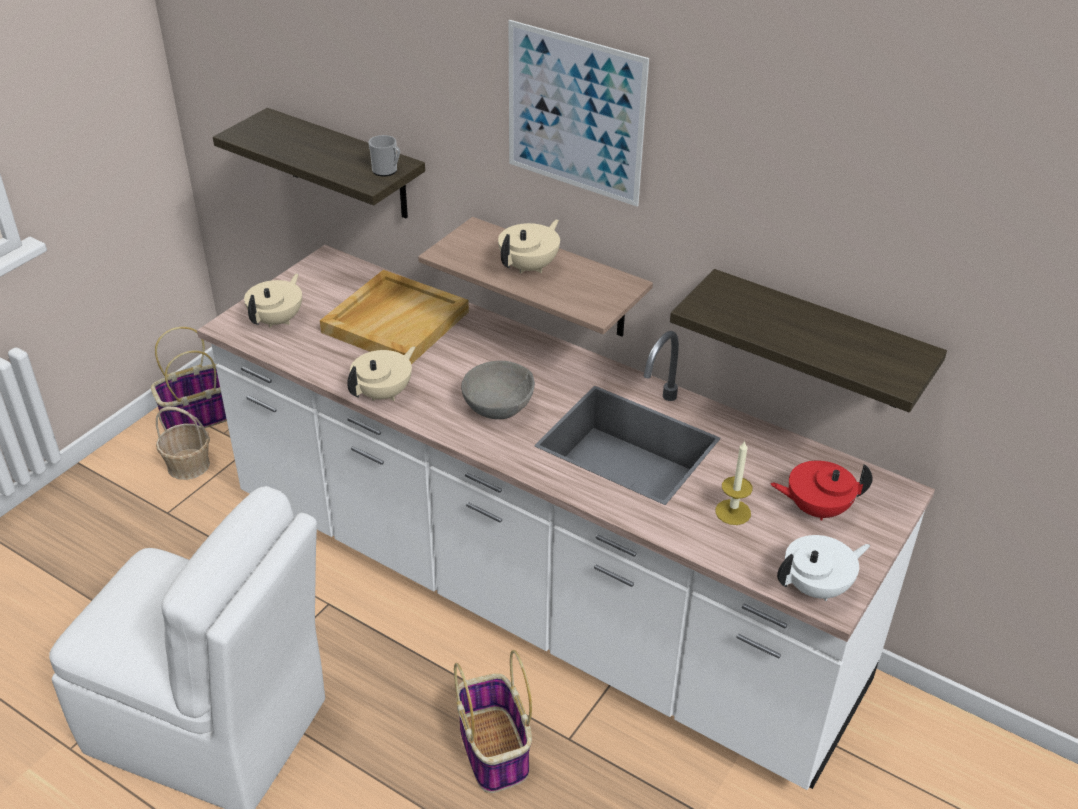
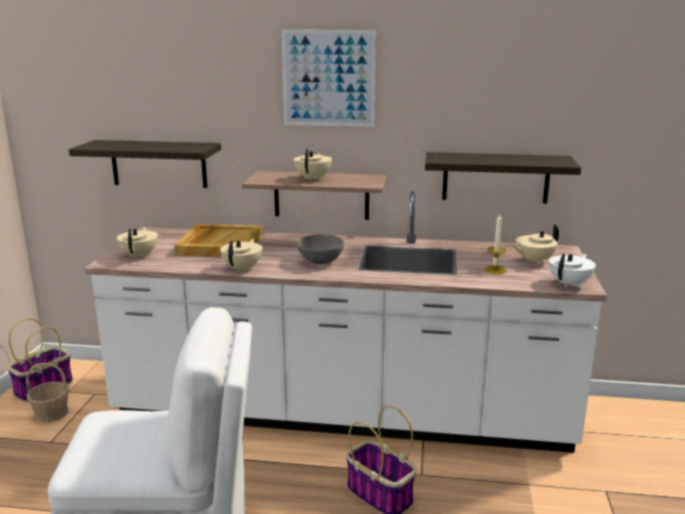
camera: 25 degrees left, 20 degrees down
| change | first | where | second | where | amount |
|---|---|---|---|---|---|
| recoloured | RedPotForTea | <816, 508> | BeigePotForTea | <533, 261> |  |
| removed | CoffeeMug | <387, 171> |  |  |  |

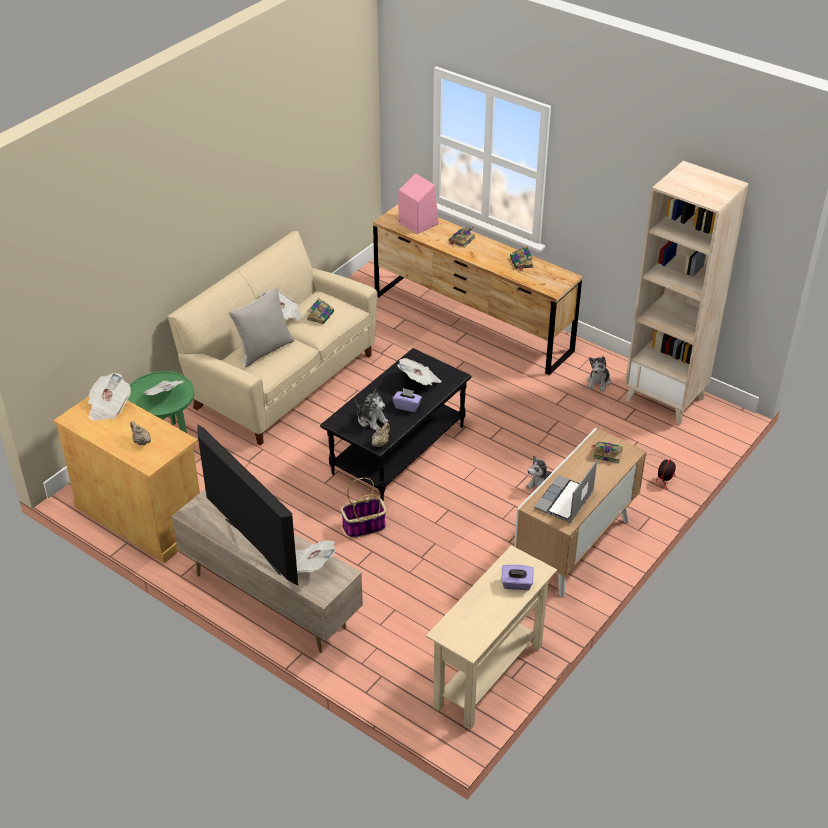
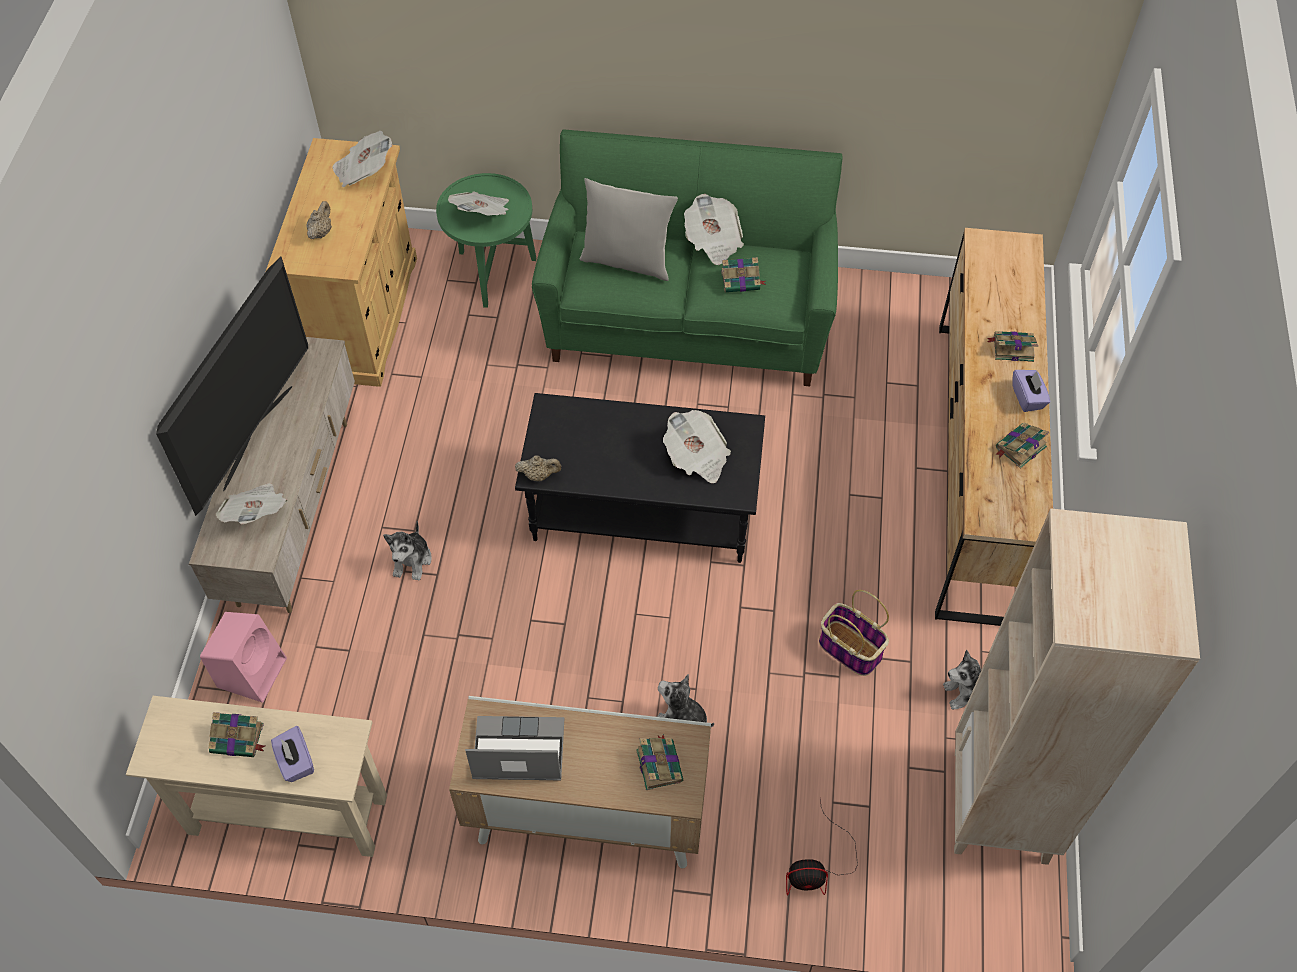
camera: 60 degrees right, 15 degrees up
| change | first | where | second | where | amount |
|---|---|---|---|---|---|
| moved | PinkColouredSpeaker | <417, 223> |  | <252, 671> |  |
| added |  |  | Book | <238, 738> |  |
| moved | CuddlyToy | <371, 420> |  | <412, 560> |  |
| recoloured | BeigeSofa | <282, 380> | GreenColouredSofa | <688, 319> |  |
| moved | HouseholdBasket | <363, 527> |  | <849, 648> |  |
| moved | PurplishTissueBox | <407, 406> |  | <1028, 398> |  |

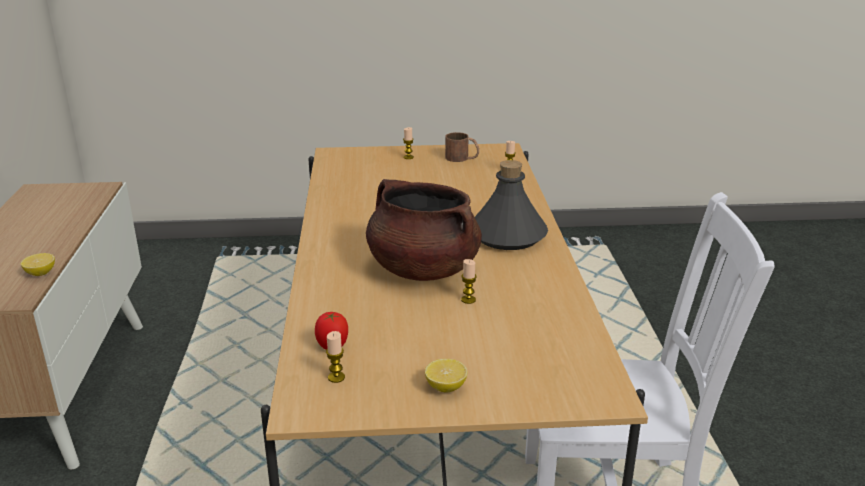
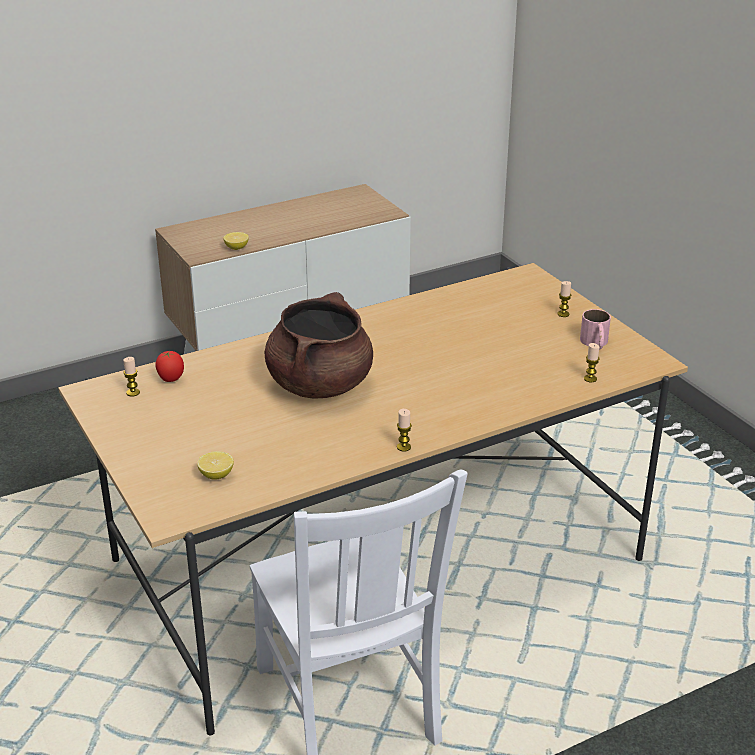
camera: 65 degrees right, 5 degrees up
| change | first | where | second | where | amount |
|---|---|---|---|---|---|
| moved | WholeLemon | <446, 387> |  | <216, 475> |  |
| moved | WaxCandle | <468, 300> |  | <403, 447> |  |
| recoloured | BrownColouredCoffeeMug | <462, 158> | PinkColouredCoffeeMug | <595, 343> |  |
| removed | GrayBottle | <507, 236> |  |  |  |

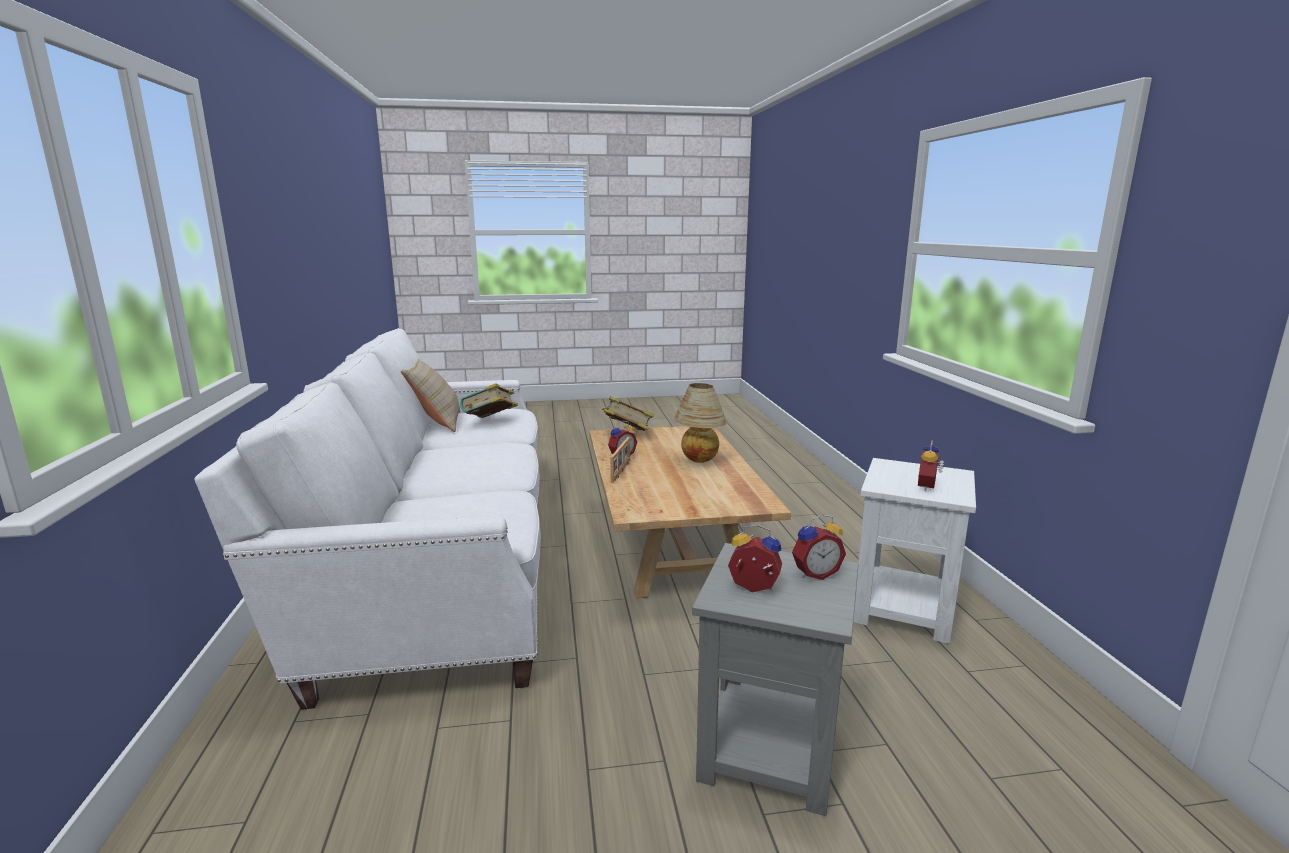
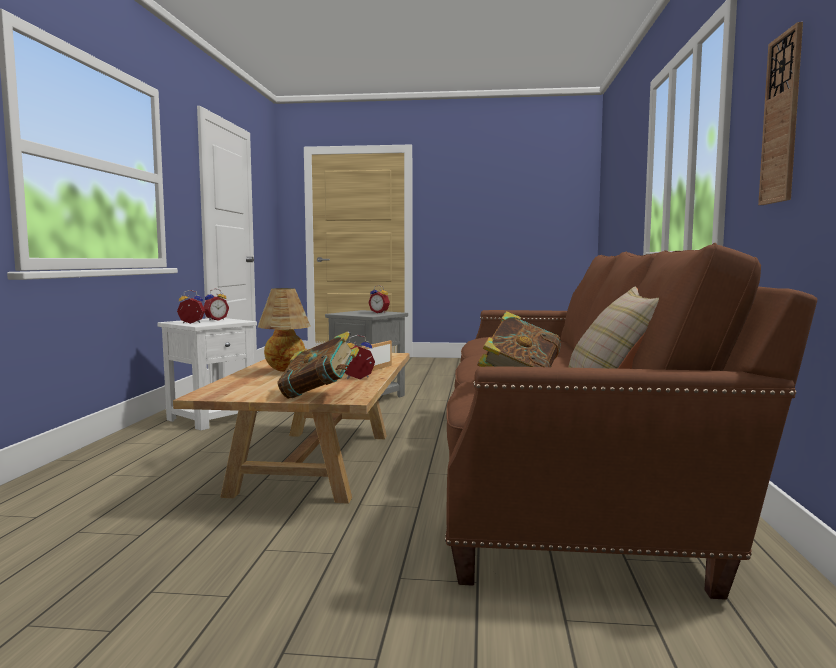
camera: 165 degrees left, 10 degrees down
| change | first | where | second | where | amount |
|---|---|---|---|---|---|
| moved | BedsideClock | <815, 573> |  | <191, 323> |  |
| recoloured | WhiteSofa | <439, 559> | BrownColouredSofa | <565, 474> |  |
| added |  |  | HangingClock | <782, 119> |  |

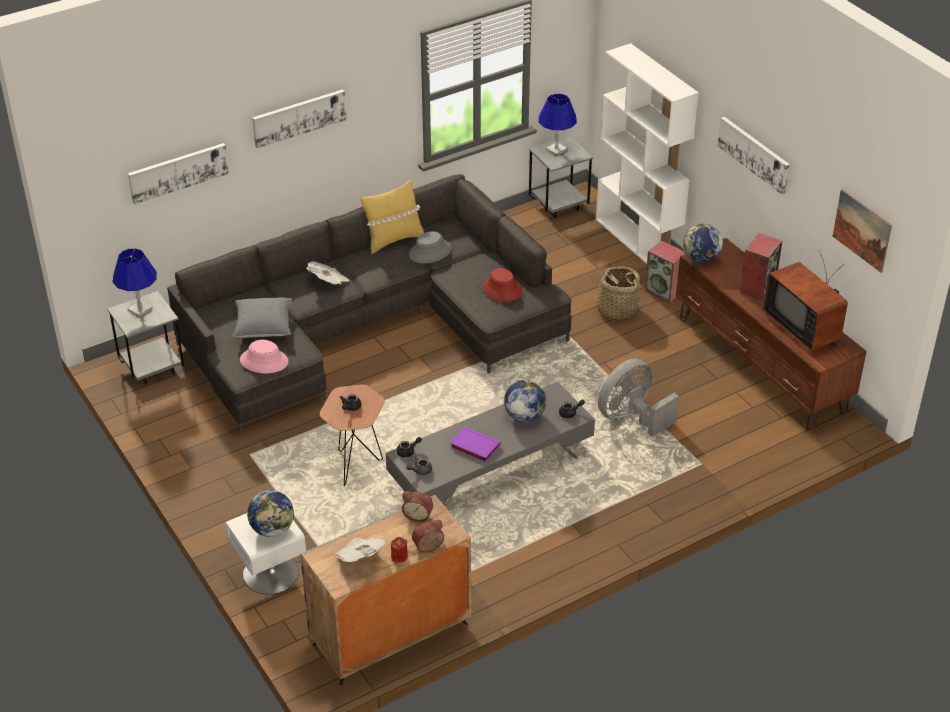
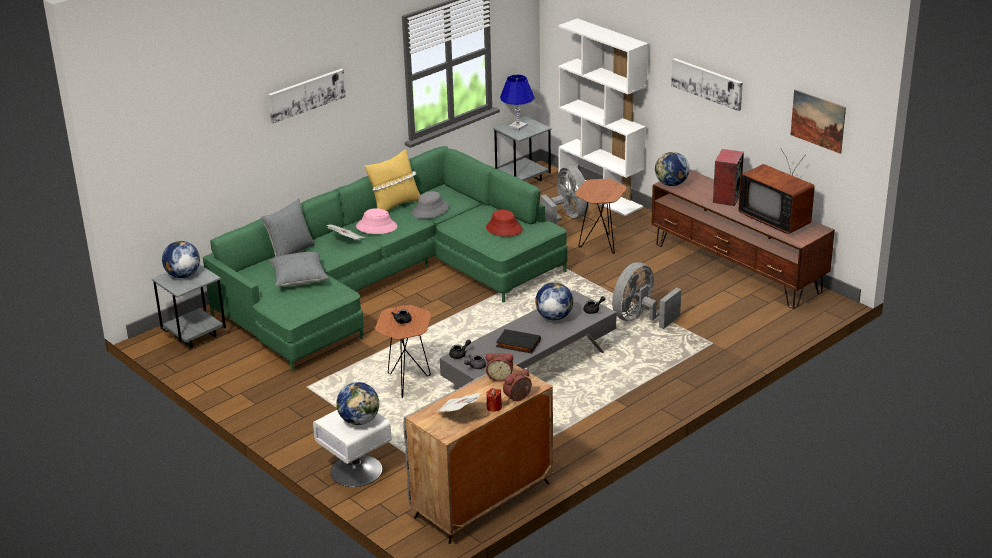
camera: 10 degrees left, 10 degrees down
| change | first | where | second | where | amount |
|---|---|---|---|---|---|
| replaced | BlueTabletopLamp | <140, 309> | WorldGlobe | <182, 275> |  |
| recoloured | GraySofa | <371, 327> | GreenColouredSofa | <387, 282> |  |
| added |  |  | GrayThrowPillow | <290, 252> |  |
| moved | PinkColouredWearableHat | <264, 361> |  | <376, 227> |  |
| recoloured | PurplishBook | <474, 447> | BlackBook | <517, 344> |  |
| added |  |  | GrayCoolingFan | <567, 218> |  |
| replaced | HouseholdBasket | <616, 310> | BrownColouredAccentTable | <600, 245> |  |
| removed | WallPicture | <178, 172> |  |  |  |
| removed | Speaker | <664, 291> |  |  |  |

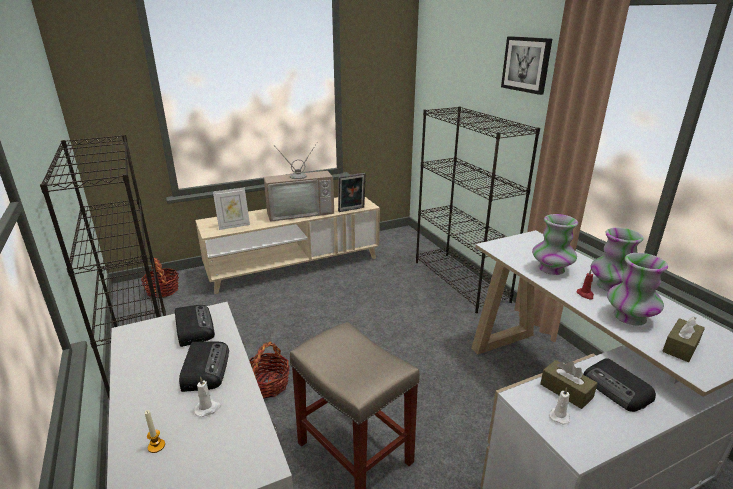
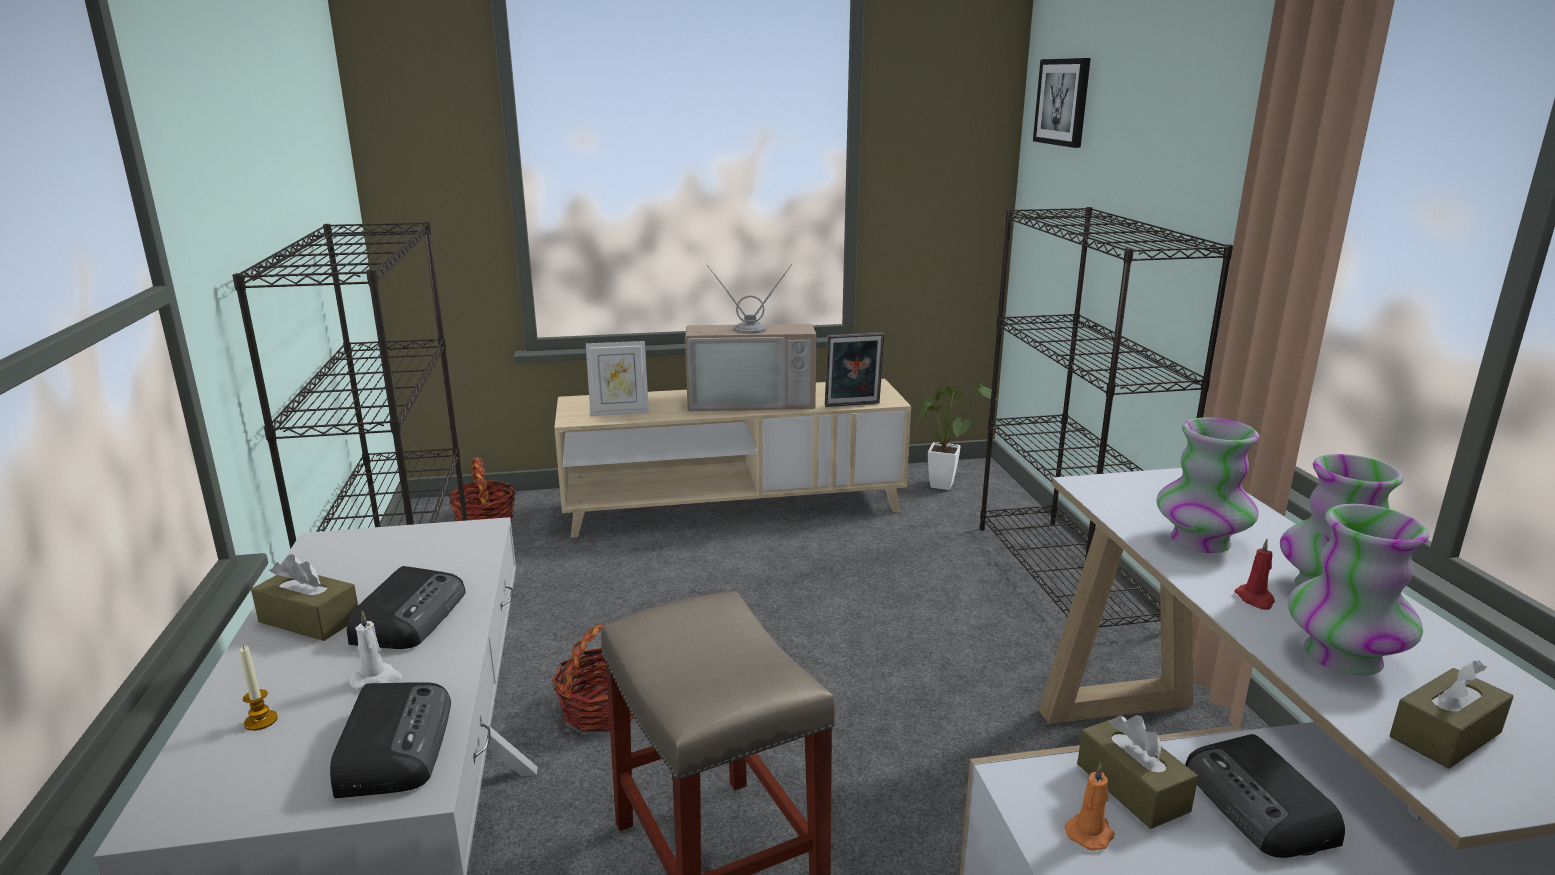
camera: 15 degrees right, 5 degrees down
| change | first | where | second | where | amount |
|---|---|---|---|---|---|
| added |  |  | BrownColouredTissueBox | <309, 620> |  |
| moved | RadioSet | <194, 328> |  | <394, 745> |  |
| added |  |  | Houseplant | <943, 483> |  |
| moved | WallPicture | <526, 64> |  | <1063, 102> |  |
| recoloured | WhiteWaxCandle | <559, 416> | OrangeWaxCandle | <1090, 832> |  |

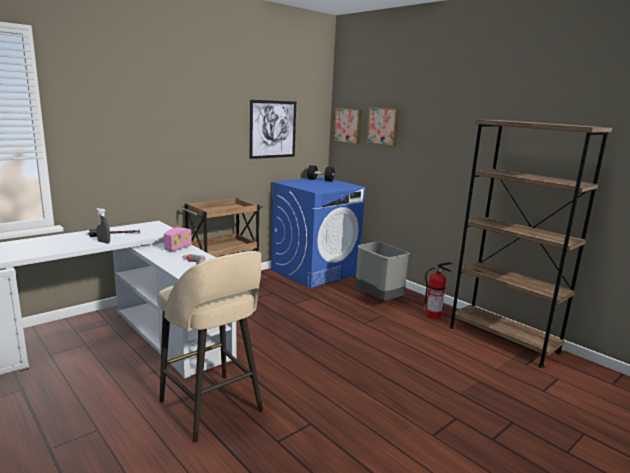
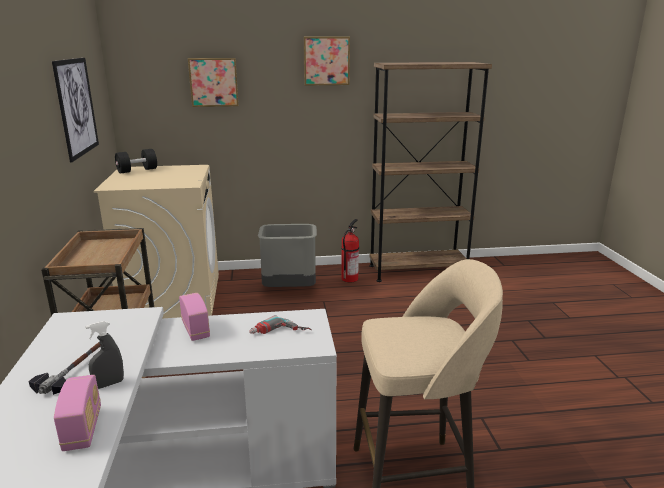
camera: 55 degrees left, 5 degrees up
| change | first | where | second | where | amount |
|---|---|---|---|---|---|
| added |  |  | RadioSet | <83, 429> |  |
| recoloured | BlueWashingMachine | <315, 272> | BeigeWashingMachine | <172, 296> |  |
| moved | WallPicture | <348, 126> |  | <326, 61> |  |

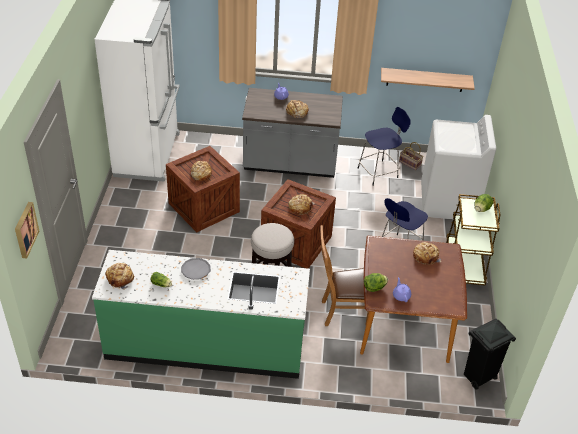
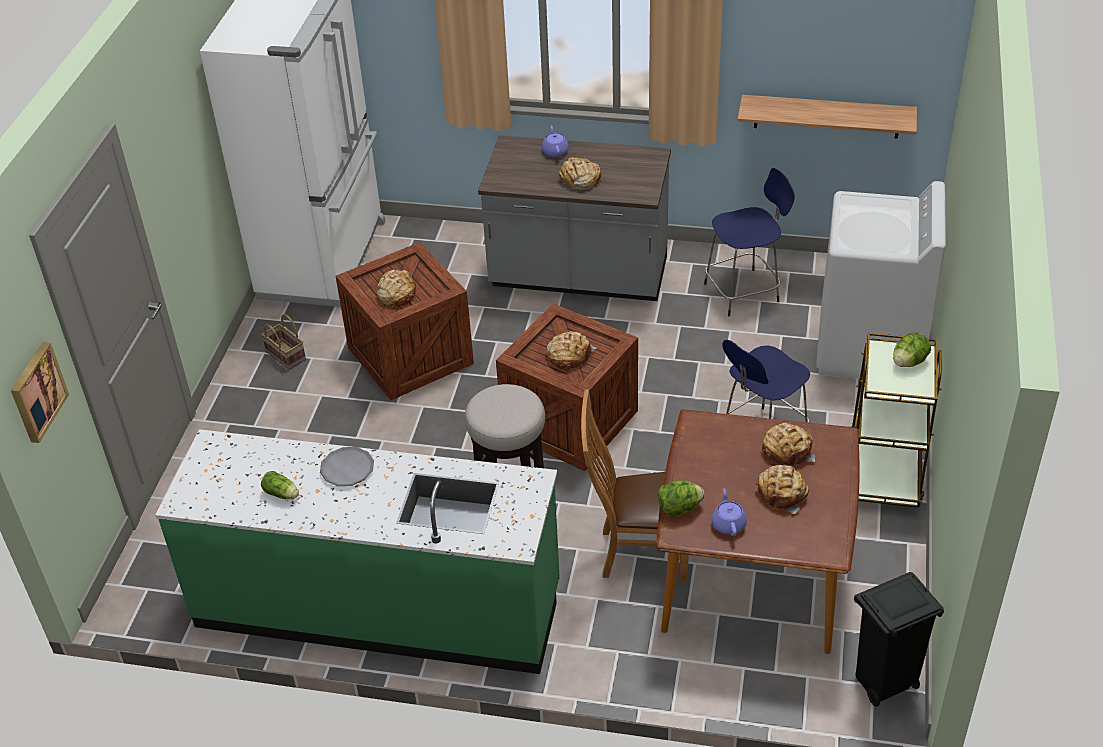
camera: 10 degrees right, 0 degrees up
| change | first | where | second | where | amount |
|---|---|---|---|---|---|
| moved | HouseholdBasket | <410, 163> |  | <287, 355> |  |
| moved | BakedBread | <120, 278> |  | <782, 493> |  |

